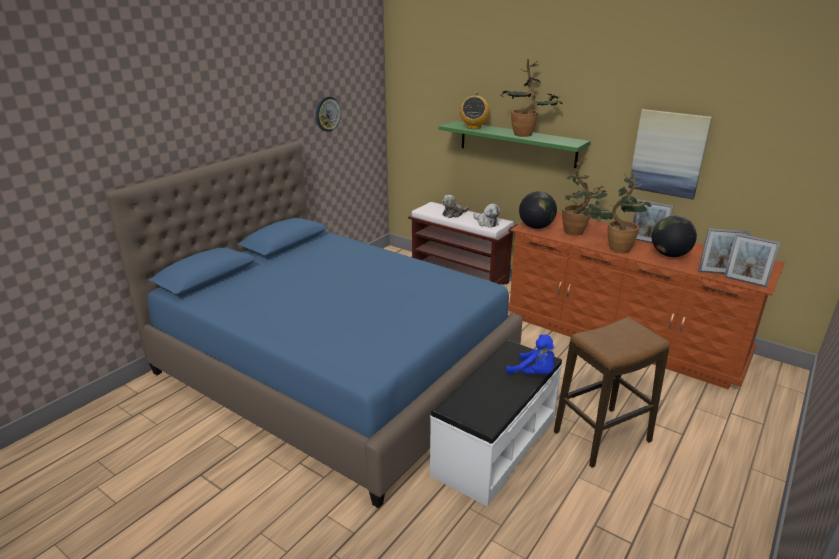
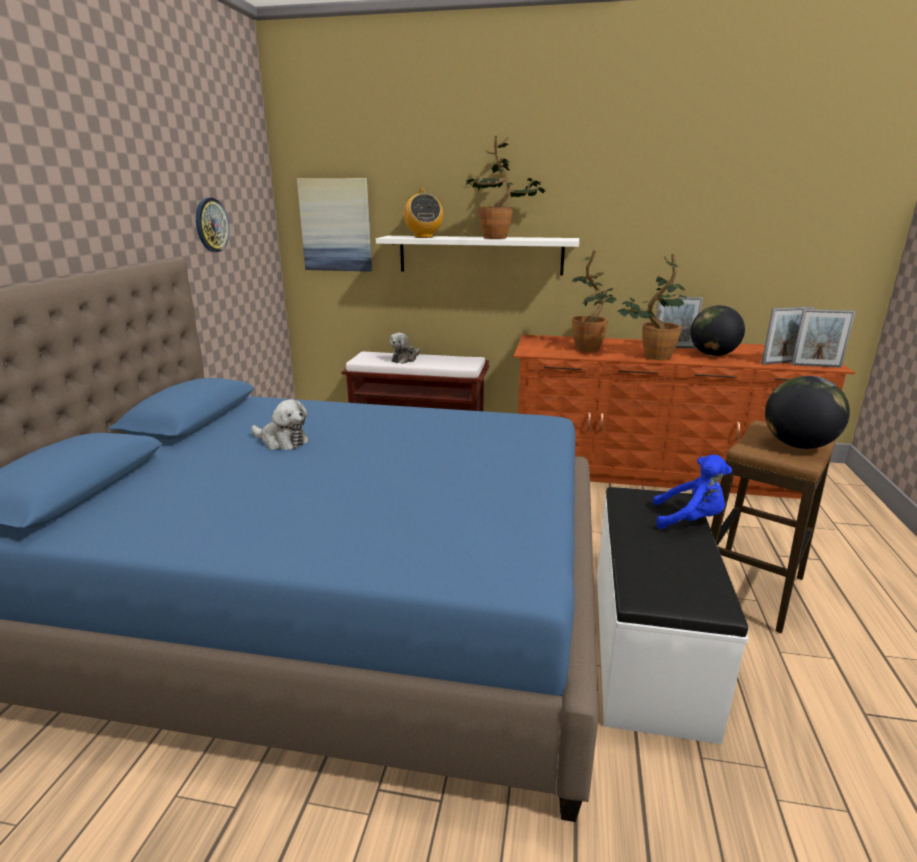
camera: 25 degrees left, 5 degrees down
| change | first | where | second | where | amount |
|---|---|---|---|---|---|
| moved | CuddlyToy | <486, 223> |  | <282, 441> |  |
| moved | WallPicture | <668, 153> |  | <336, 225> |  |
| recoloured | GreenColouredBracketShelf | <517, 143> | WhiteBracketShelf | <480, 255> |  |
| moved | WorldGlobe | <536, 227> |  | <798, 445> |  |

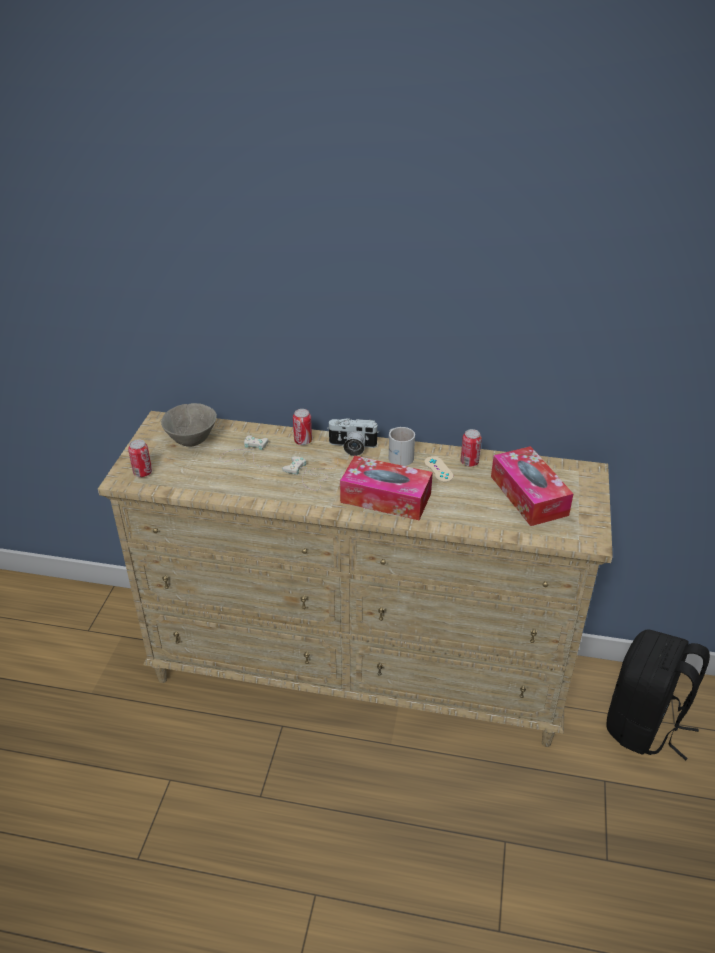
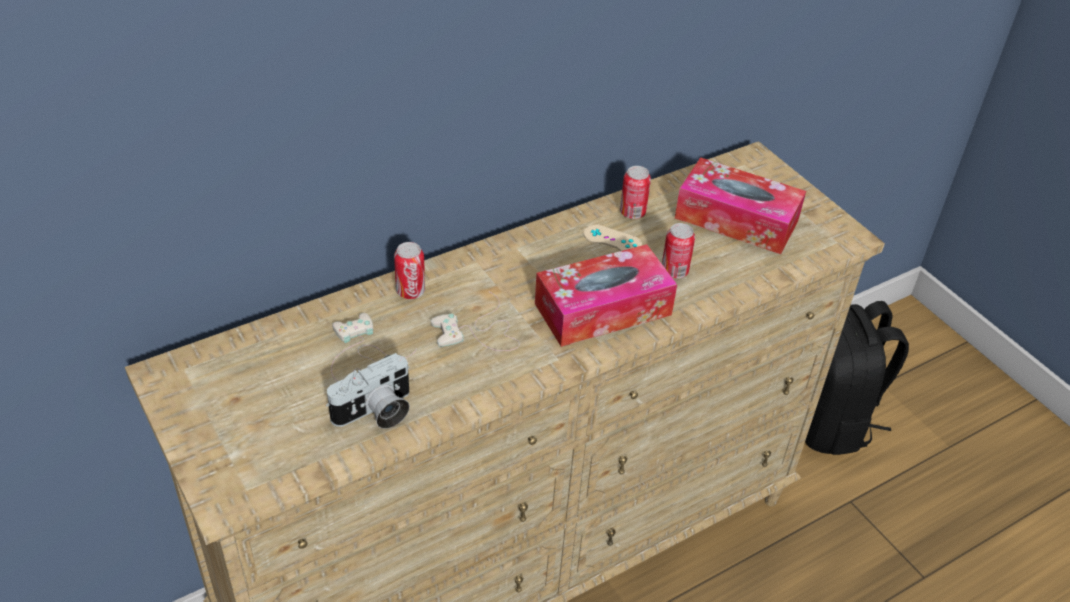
camera: 45 degrees left, 5 degrees up
| change | first | where | second | where | amount |
|---|---|---|---|---|---|
| moved | PhotoCamera | <352, 447> |  | <376, 413> |  |
| moved | Can | <142, 473> |  | <674, 271> |  |
| removed | GrayBowl | <191, 441> |  |  |  |
| removed | WhiteCoffeeMug | <399, 455> |  |  |  |

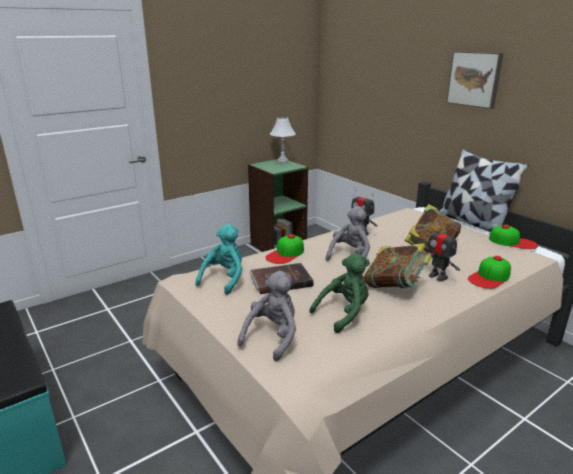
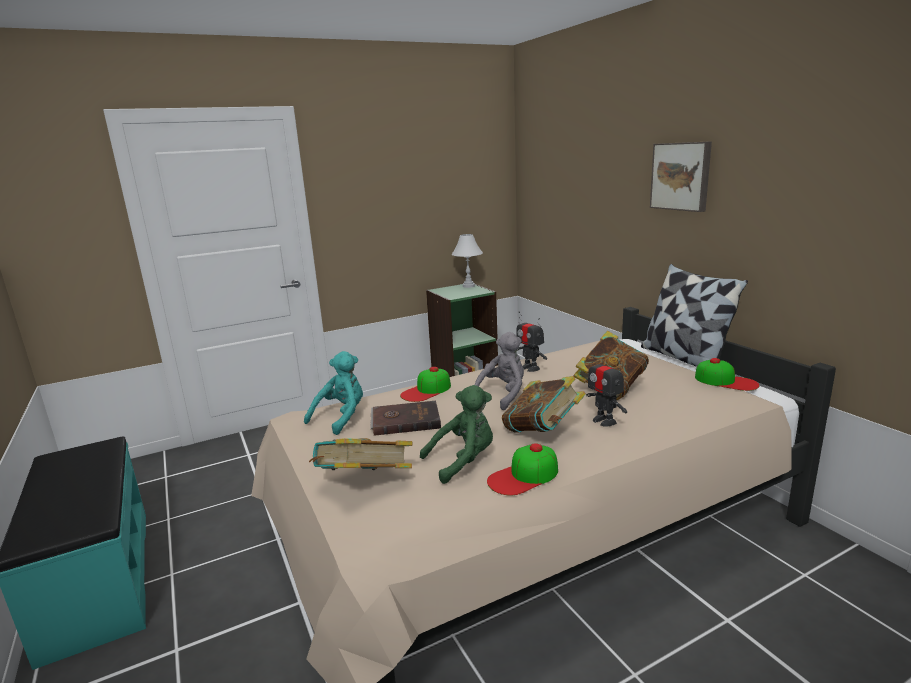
camera: 10 degrees right, 5 degrees down
| change | first | where | second | where | amount |
|---|---|---|---|---|---|
| replaced | GrayCuddlyToy | <272, 337> | Book | <364, 485> |  |
| moved | Cap | <489, 277> |  | <523, 476> |  |

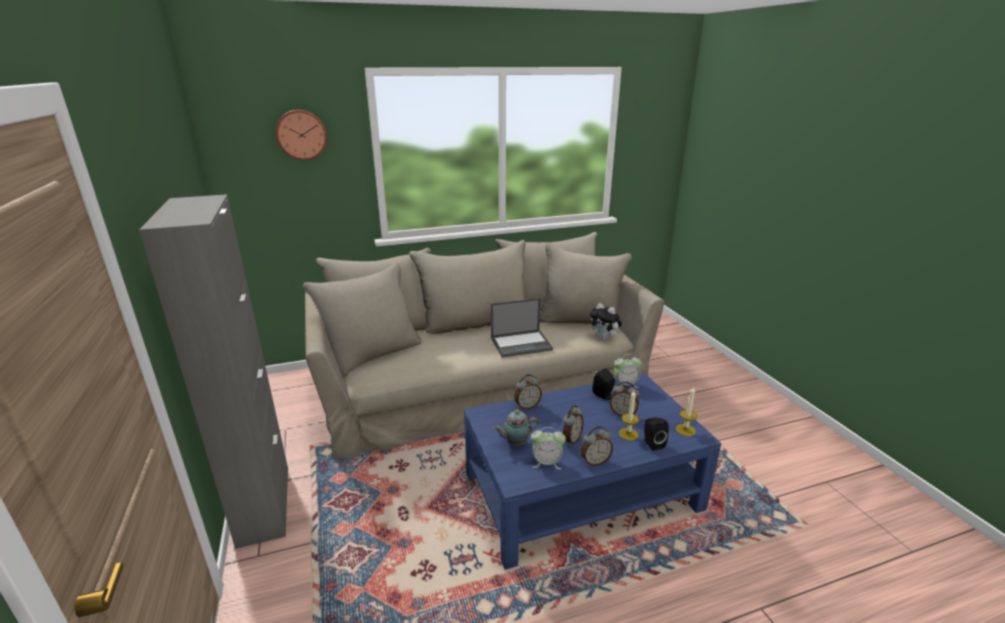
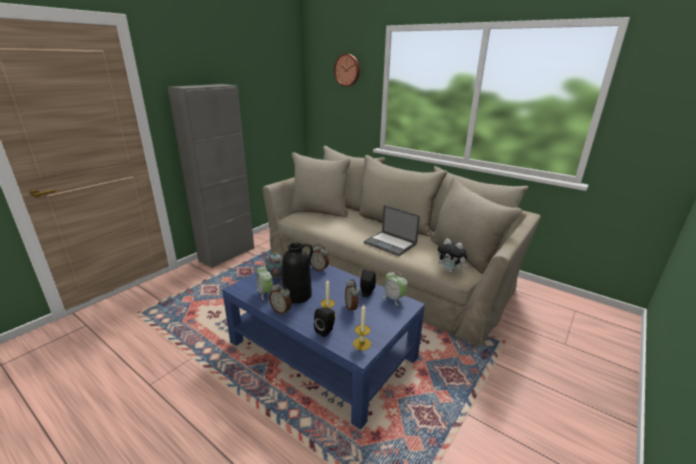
camera: 55 degrees right, 0 degrees up
| change | first | where | second | where | amount |
|---|---|---|---|---|---|
| replaced | BedsideClock | <571, 439> | BlackDecorativeVase | <298, 295> |  |
| turned | CuddlyToy | <604, 338> |  | <450, 271> | 60 degrees counterclockwise |

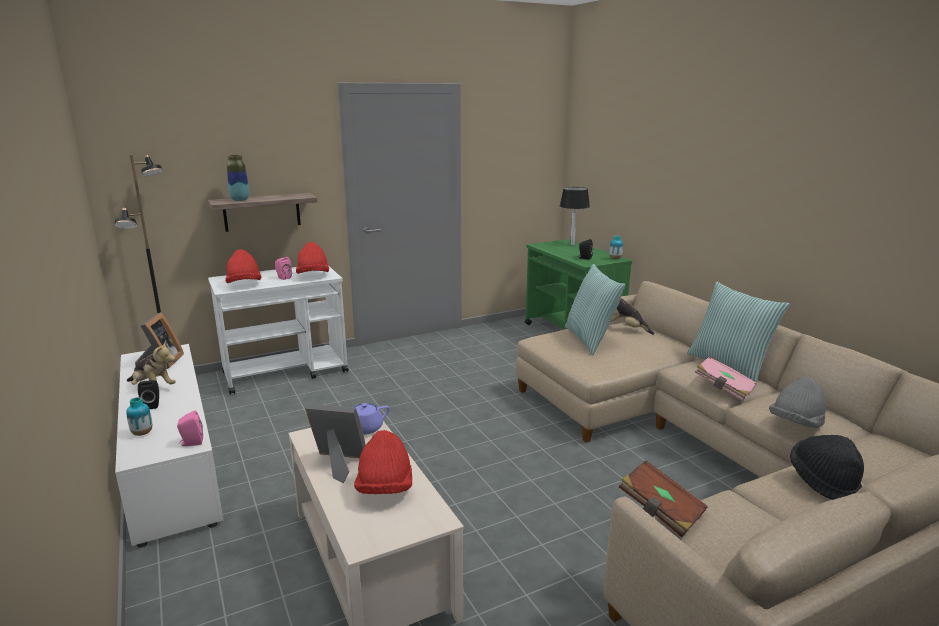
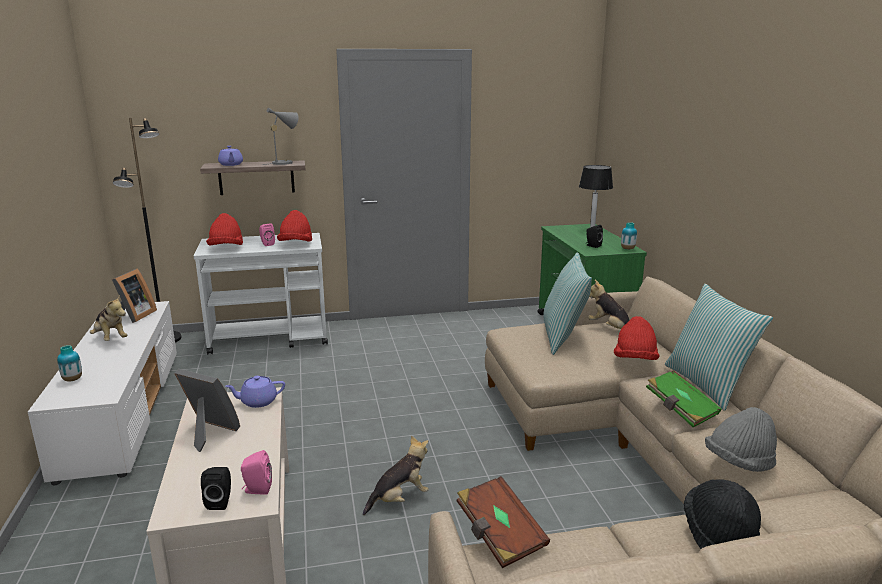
camera: 15 degrees right, 0 degrees up
| change | first | where | second | where | amount |
|---|---|---|---|---|---|
| moved | BlackSpeaker | <152, 405> |  | <220, 501> |  |
| replaced | DecorativeVase | <240, 200> | PurplishPotForTea | <231, 165> |  |
| moved | PinkColouredSpeaker | <191, 443> |  | <256, 489> |  |
| added |  |  | GrayTabletopLamp | <285, 163> |  |
| added |  |  | CuddlyToy | <399, 499> |  |
| moved | RedWearableHat | <385, 489> |  | <635, 360> |  |
| recoloured | PinkColouredBook | <723, 388> | GreenColouredBook | <680, 410> |  |

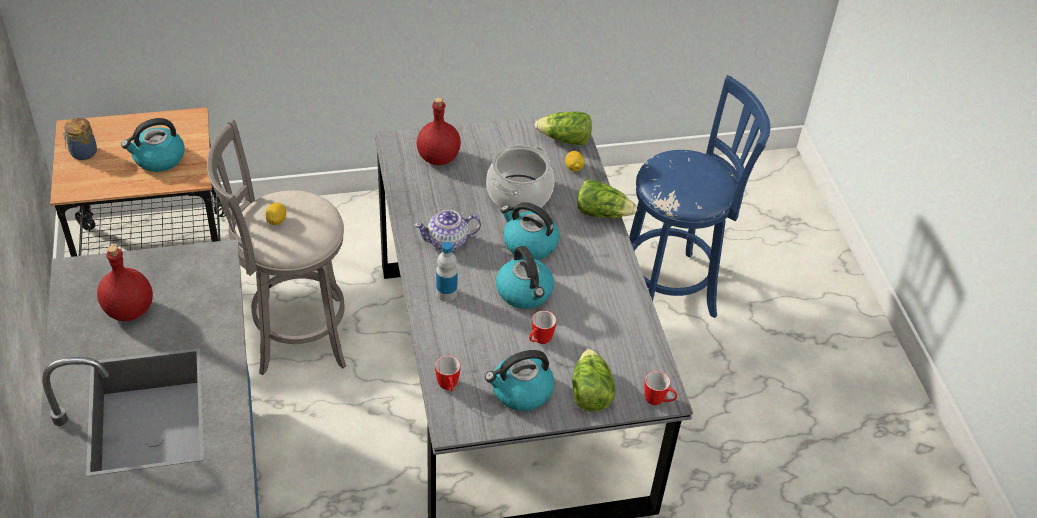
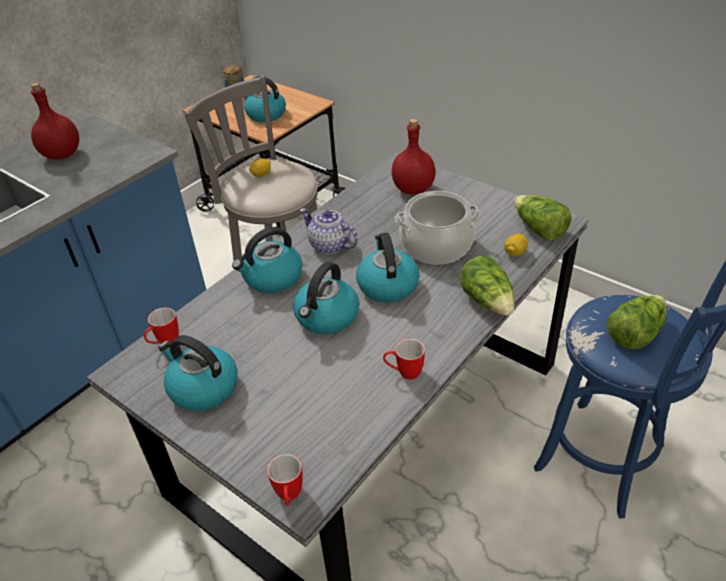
camera: 55 degrees right, 5 degrees down
| change | first | where | second | where | amount |
|---|---|---|---|---|---|
| replaced | Bottle | <446, 293> | WaterKettle | <272, 278> |  |
| moved | CoffeeMug | <539, 341> |  | <404, 373> |  |
| moved | Lettuce | <590, 392> |  | <634, 333> |  |

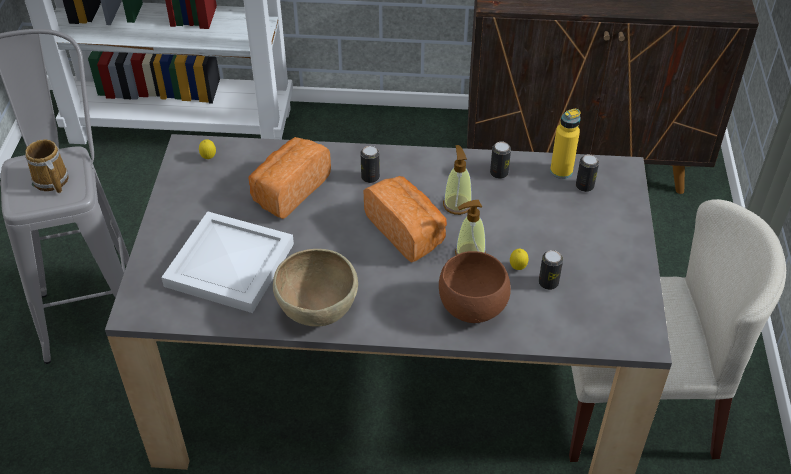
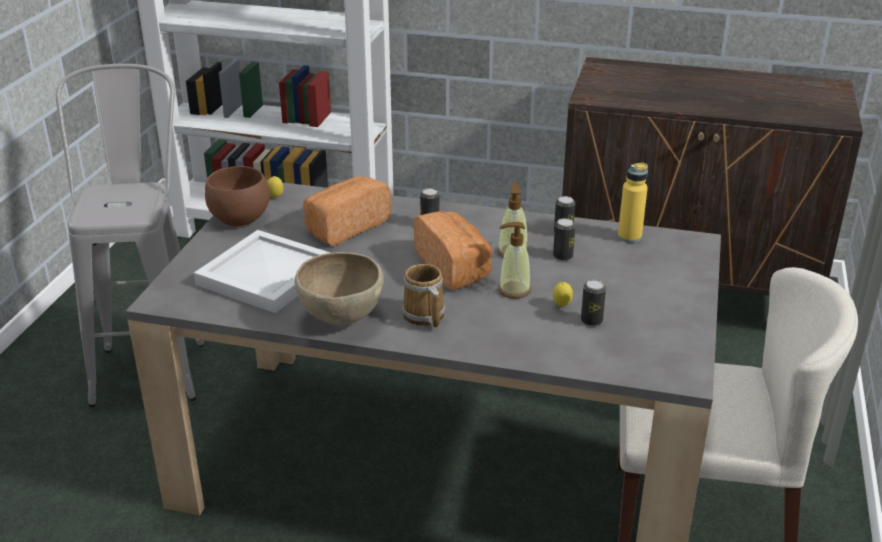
camera: 10 degrees right, 15 degrees down
| change | first | where | second | where | amount |
|---|---|---|---|---|---|
| moved | BrownColouredBowl | <471, 309> |  | <238, 220> |  |
| moved | CoffeeMug | <51, 181> |  | <423, 316> |  |
| moved | Can | <584, 186> |  | <562, 256> |  |

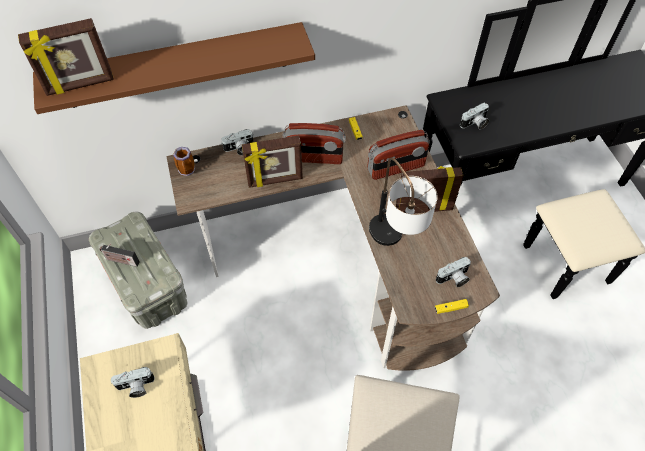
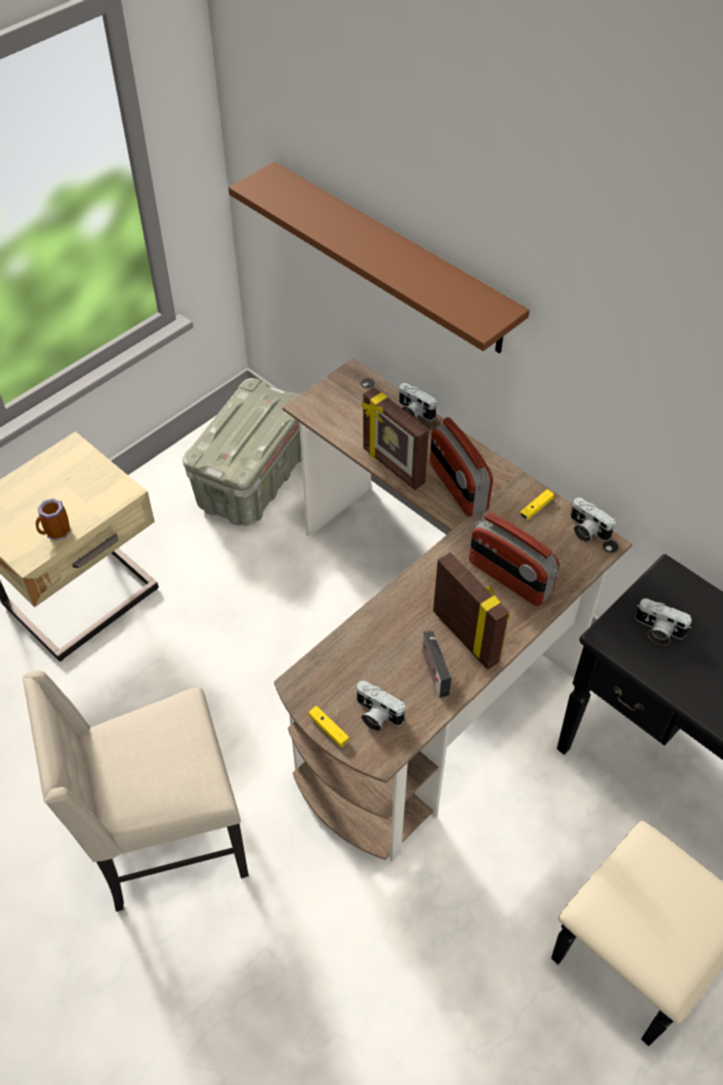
camera: 60 degrees right, 5 degrees down
| change | first | where | second | where | amount |
|---|---|---|---|---|---|
| moved | CoffeeMug | <187, 171> |  | <57, 534> |  |
| moved | RadioSet | <121, 260> |  | <433, 670> |  |
| moved | PhotoCamera | <136, 387> |  | <586, 530> |  |
| removed | PhotoFrame | <80, 85> |  |  |  |
| removed | TabletopLamp | <394, 244> |  |  |  |

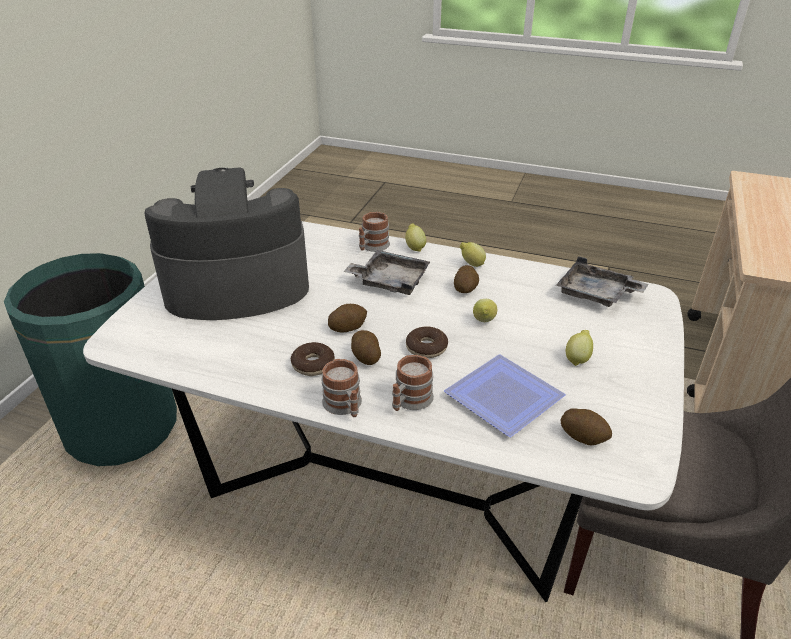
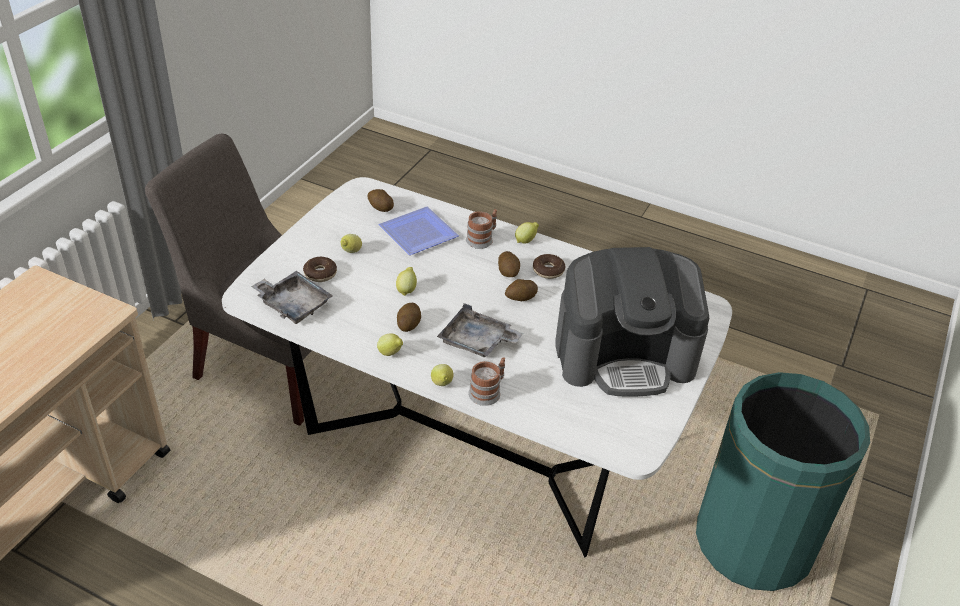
camera: 175 degrees left, 5 degrees up
| change | first | where | second | where | amount |
|---|---|---|---|---|---|
| moved | RingDoughnut | <426, 348> |  | <320, 273> |  |
| replaced | CoffeeMug | <345, 406> | WholeLemon | <526, 240> |  |

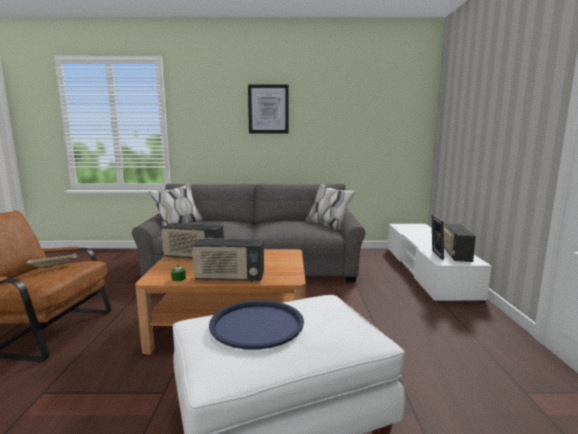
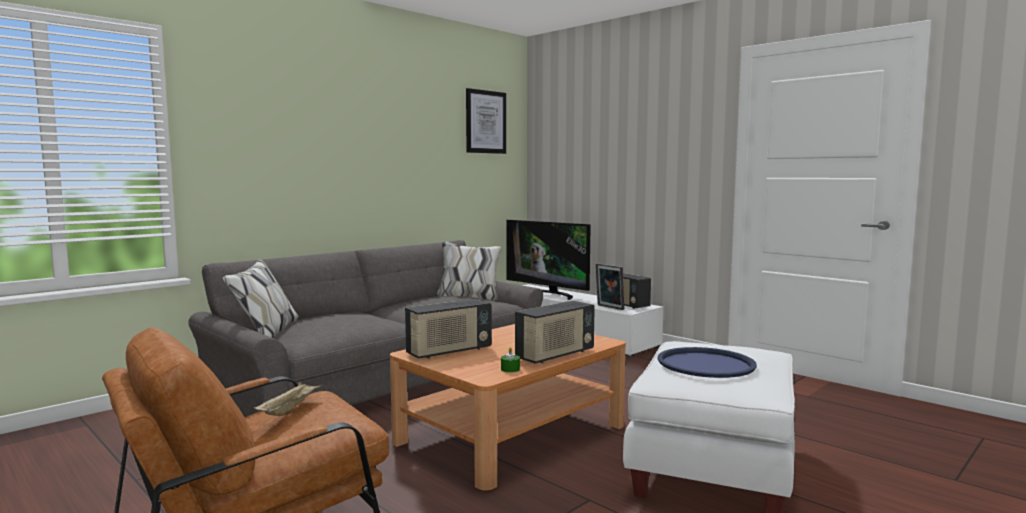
camera: 45 degrees left, 5 degrees down
| change | first | where | second | where | amount |
|---|---|---|---|---|---|
| moved | WallPicture | <268, 109> |  | <485, 122> |  |
| added |  |  | Tv | <548, 294> |  |

